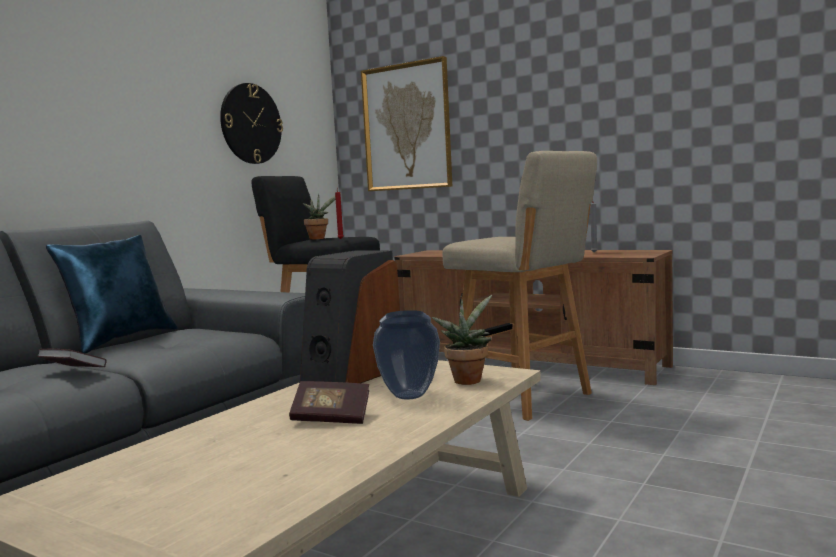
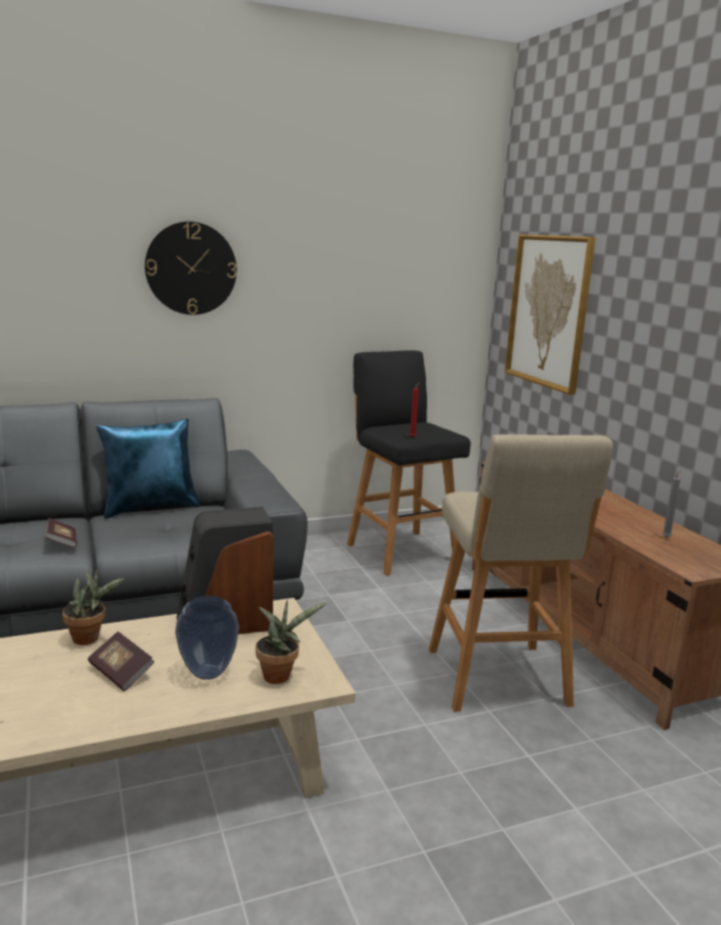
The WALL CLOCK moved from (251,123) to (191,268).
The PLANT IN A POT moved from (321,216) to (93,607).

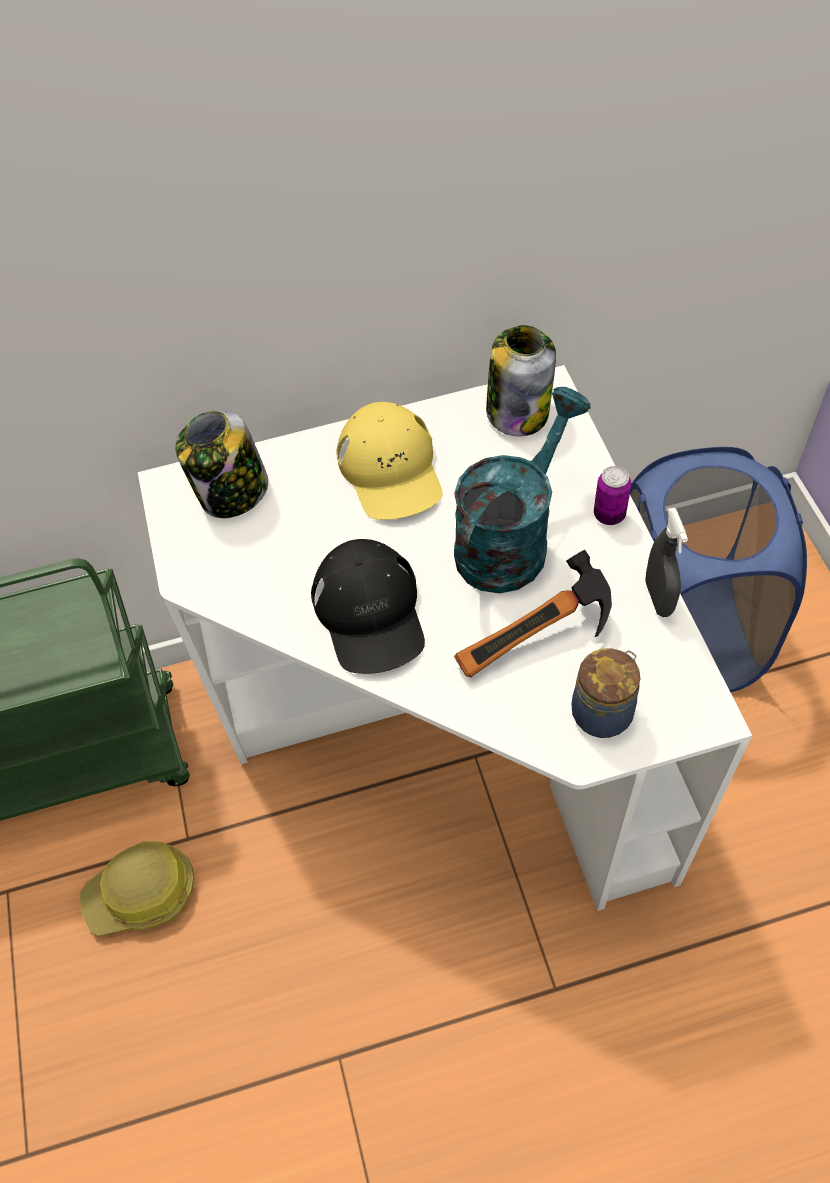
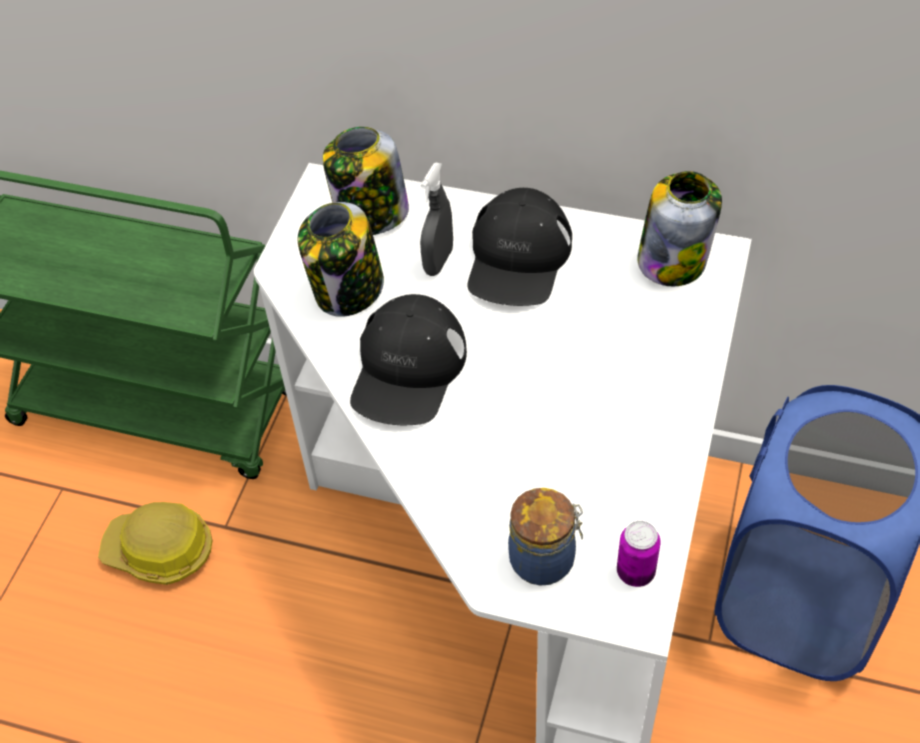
The YELLOW-COLOURED PEAKED CAP at (389,461) became the BLACK-COLOURED PEAKED CAP at (520,247).
The BLUE-GREEN WATERING POT at (522,490) disappeared.
The TOOL HAMMER at (533,613) disappeared.
The SEALED CAN moved from (612,495) to (639,554).
The GRAY SPRAYER moved from (666,562) to (436,219).
The PRESERVE JAR at (340,259) appeared.

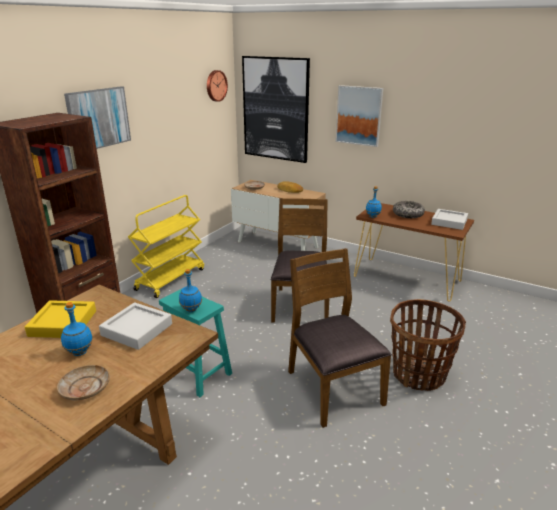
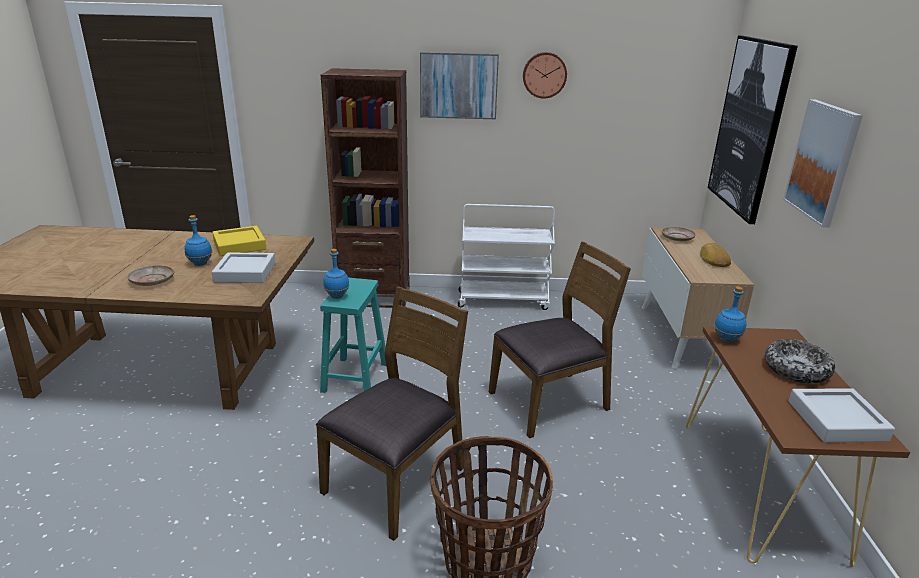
The YELLOW-COLOURED TROLLEY at (166,246) became the WHITE TROLLEY at (506,257).
The WALL CLOCK moved from (217,86) to (545,75).

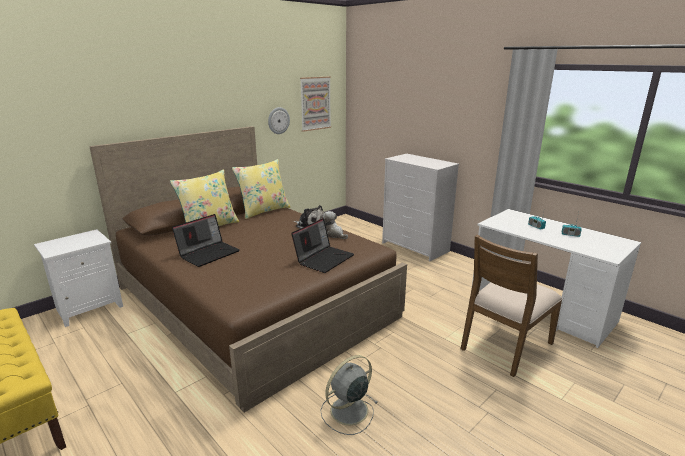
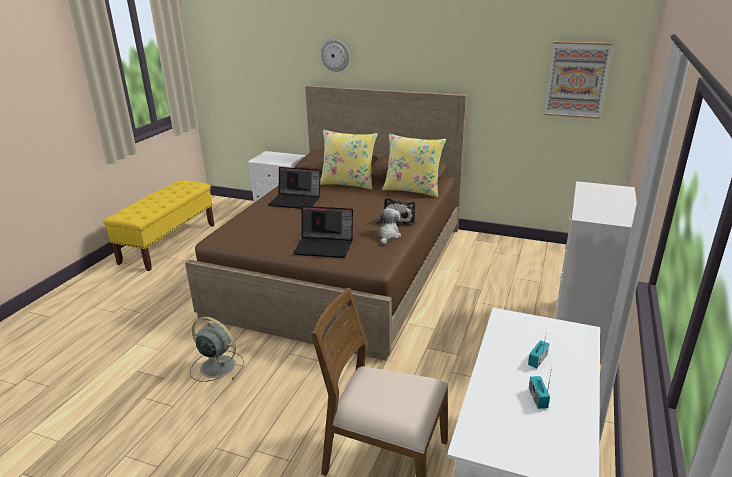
The WALL CLOCK moved from (279,120) to (335,55).

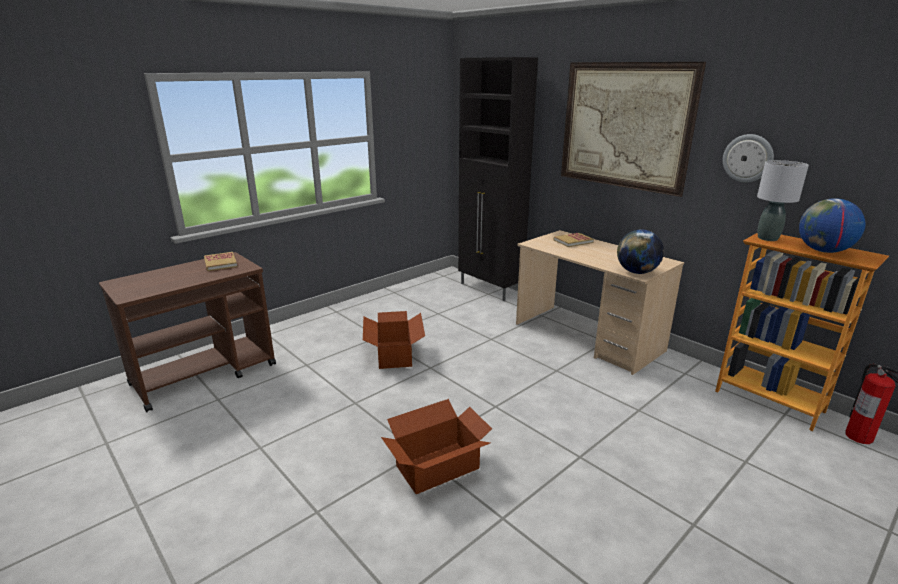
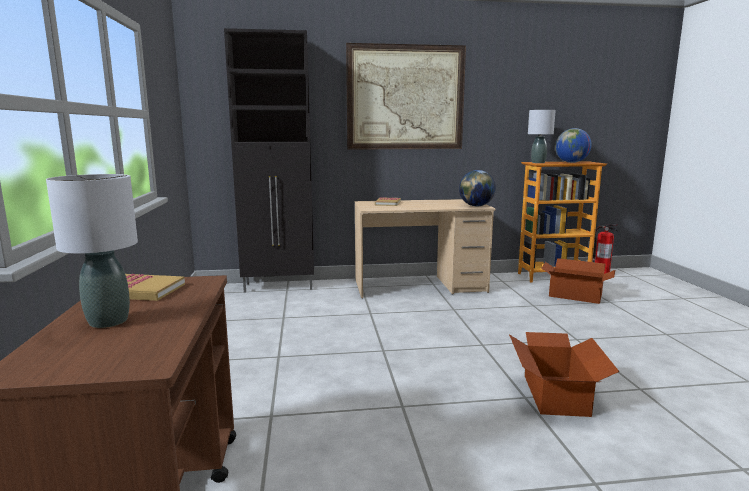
The CARDBOARD BOX moved from (394,340) to (578,281).
The WALL CLOCK at (748,158) disappeared.
The GRAY LAMP FOR A TABLE at (92,251) appeared.

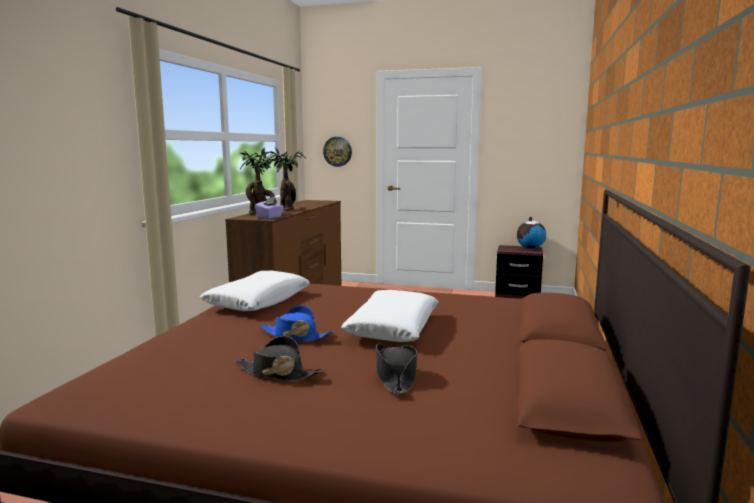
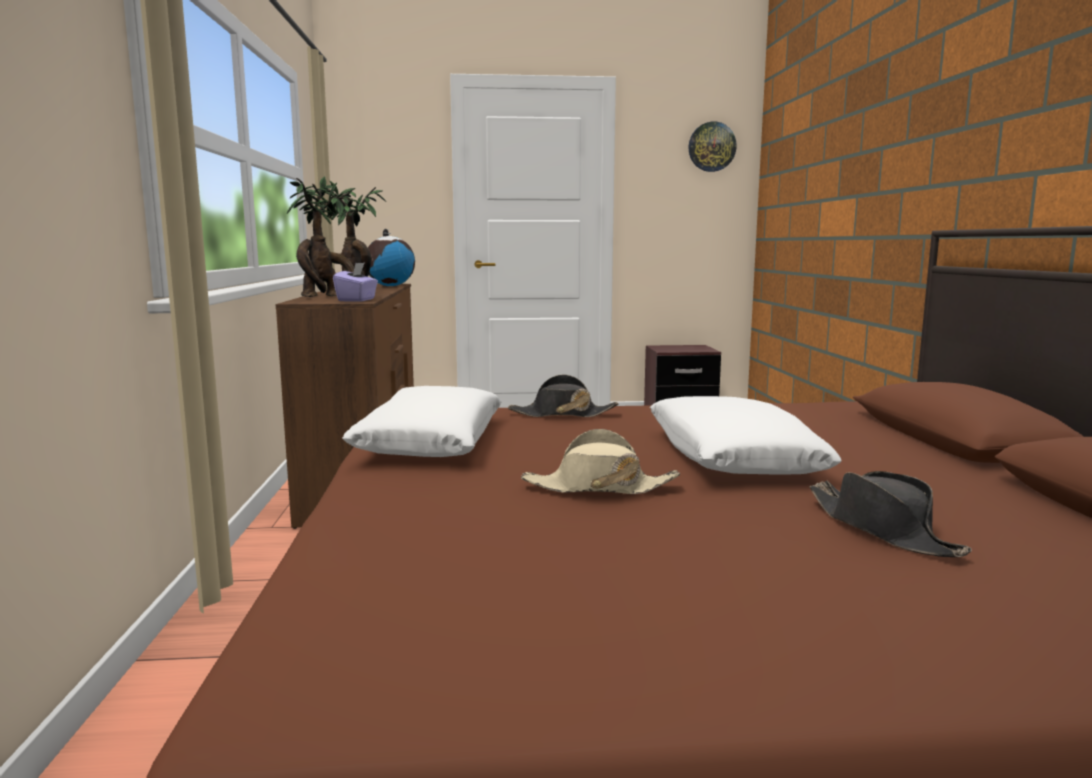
The BLACK-COLOURED HAT moved from (279,358) to (563,396).
The BLUE-COLOURED HAT at (297,323) became the SAND-COLOURED HAT at (600,461).
The WALL CLOCK moved from (337,152) to (713,146).
The GLOBE moved from (531,233) to (391,257).

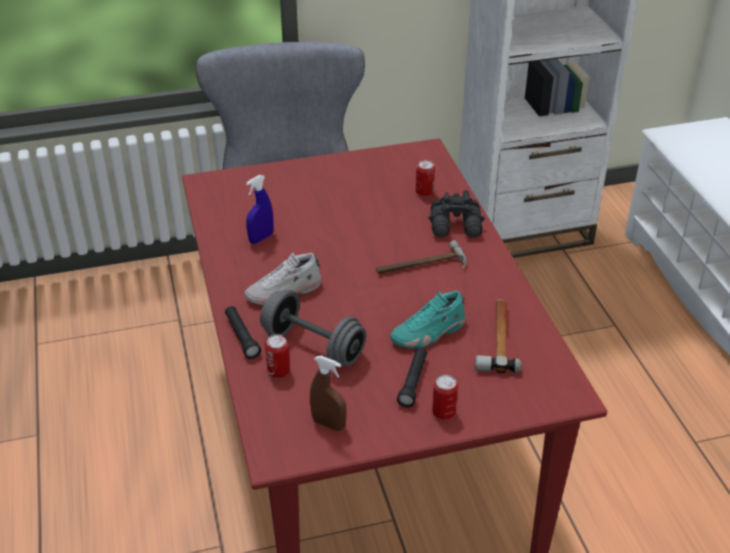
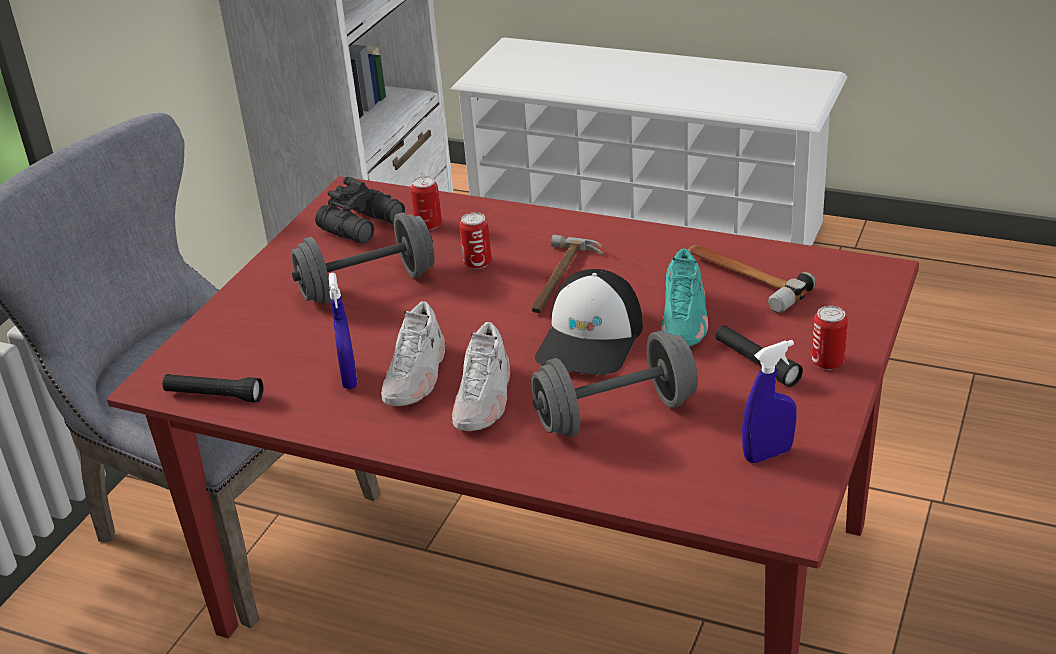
The BLACK-COLOURED HAND TORCH moved from (243,332) to (213,388).
The SEALED CAN moved from (277,356) to (475,240).
The BROWNISH SPRAYER at (328,393) became the BLUE-COLOURED SPRAYER at (769,401).
The BLACK-COLOURED FIELD GLASSES moved from (456,214) to (360,210).
The GRAY HAND WEIGHT at (363,258) appeared.
The WHITE LOW SHOE at (413,353) appeared.
The PEAKED CAP at (589,322) appeared.

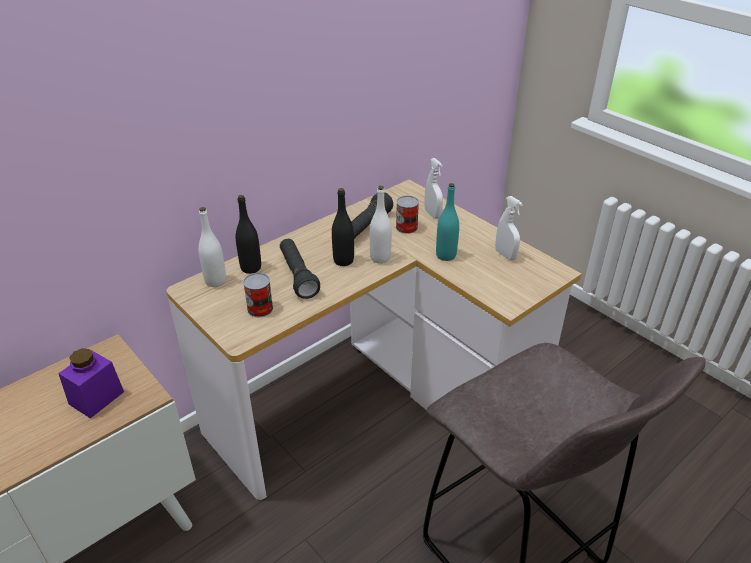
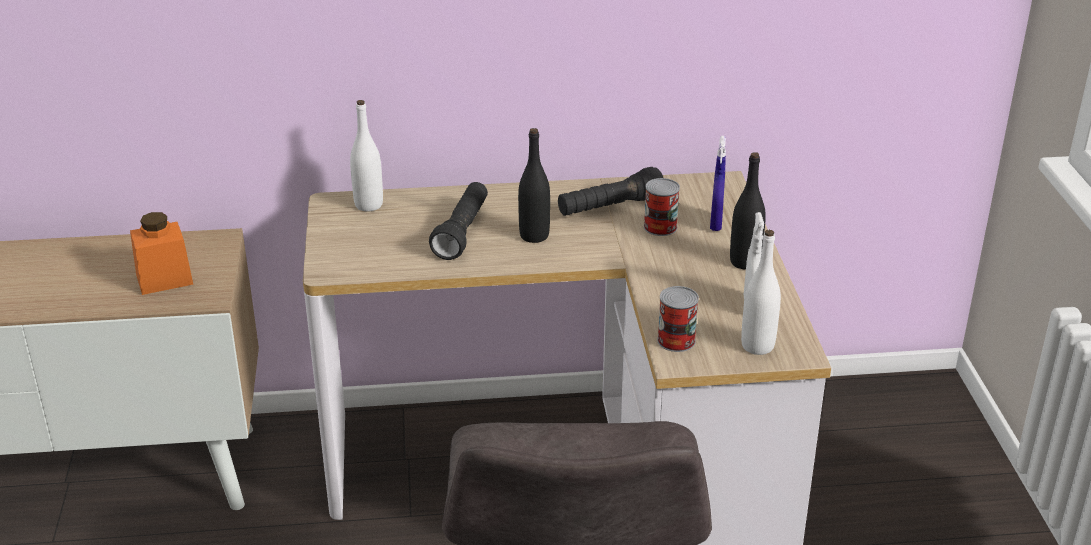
The PURPLE-COLOURED PRESERVE JAR at (91,383) became the ORANGE PRESERVE JAR at (161,253).
The BLACK-COLOURED BEVERAGE BOTTLE moved from (248,234) to (748,211).
The SEALED CAN moved from (258,295) to (678,319).
The WHITE BEVERAGE BOTTLE moved from (381,225) to (761,292).
The WHITE SPRAYER at (433,188) became the BLUE-COLOURED SPRAYER at (718,183).
The BLUE-GREEN BEVERAGE BOTTLE at (447,222) disappeared.

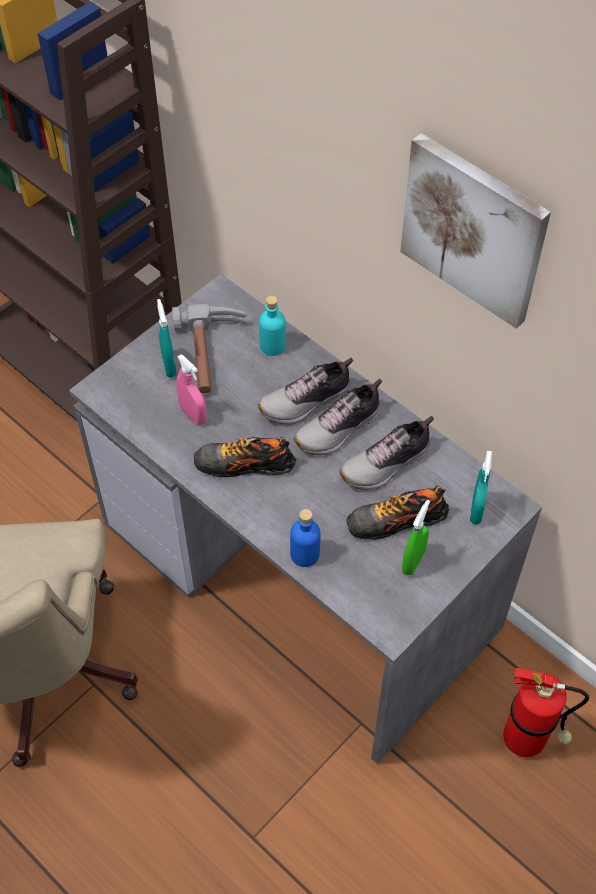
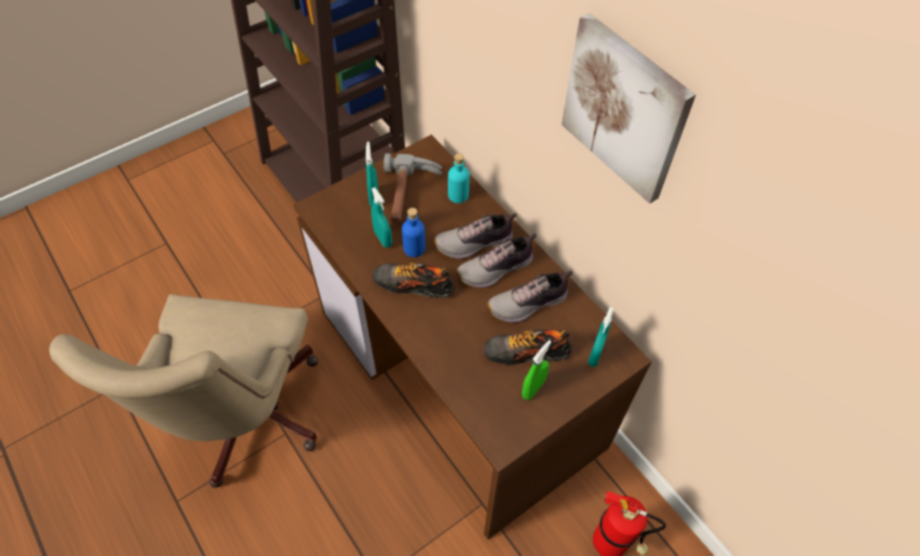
The GRAY DESK at (305,519) became the BROWNISH DESK at (472,337).
The PINK SPRAYER at (191,389) became the BLUE-GREEN SPRAYER at (381,217).
The BLUE-COLOURED BEVERAGE BOTTLE moved from (305,538) to (413,232).

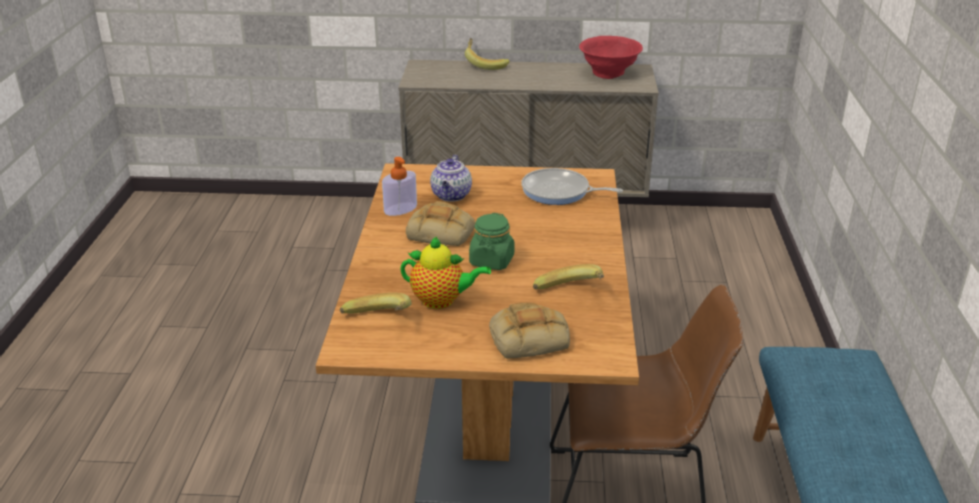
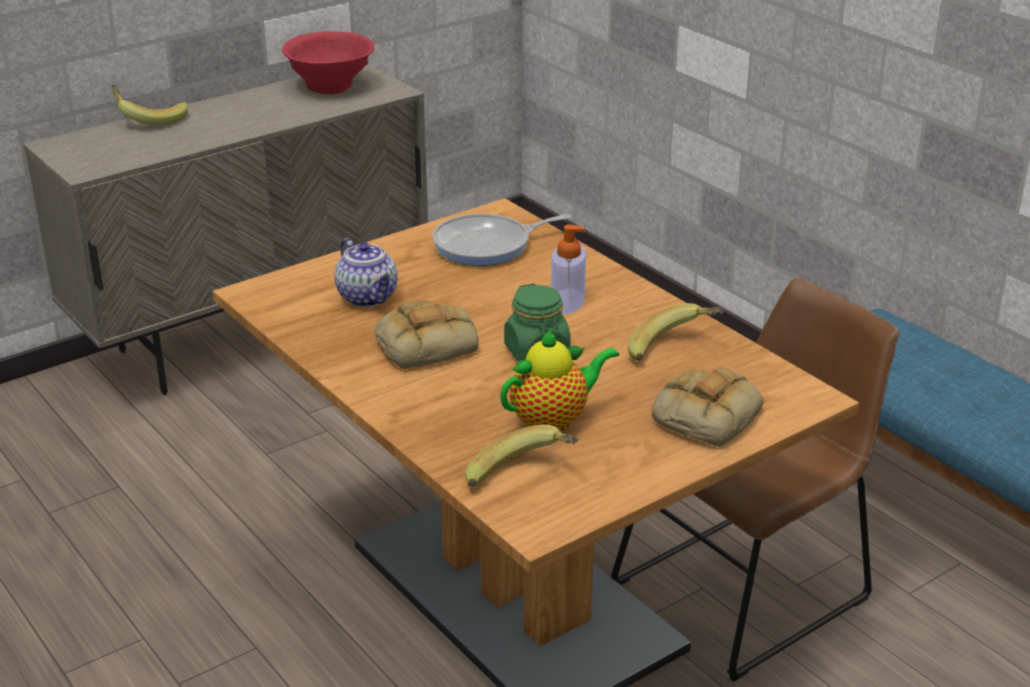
The SOAP BOTTLE moved from (399,186) to (568,269).

